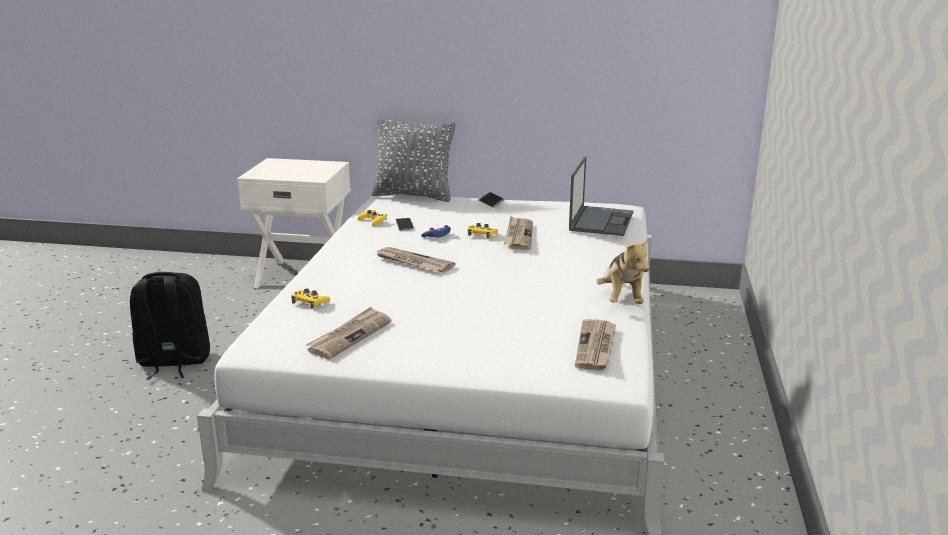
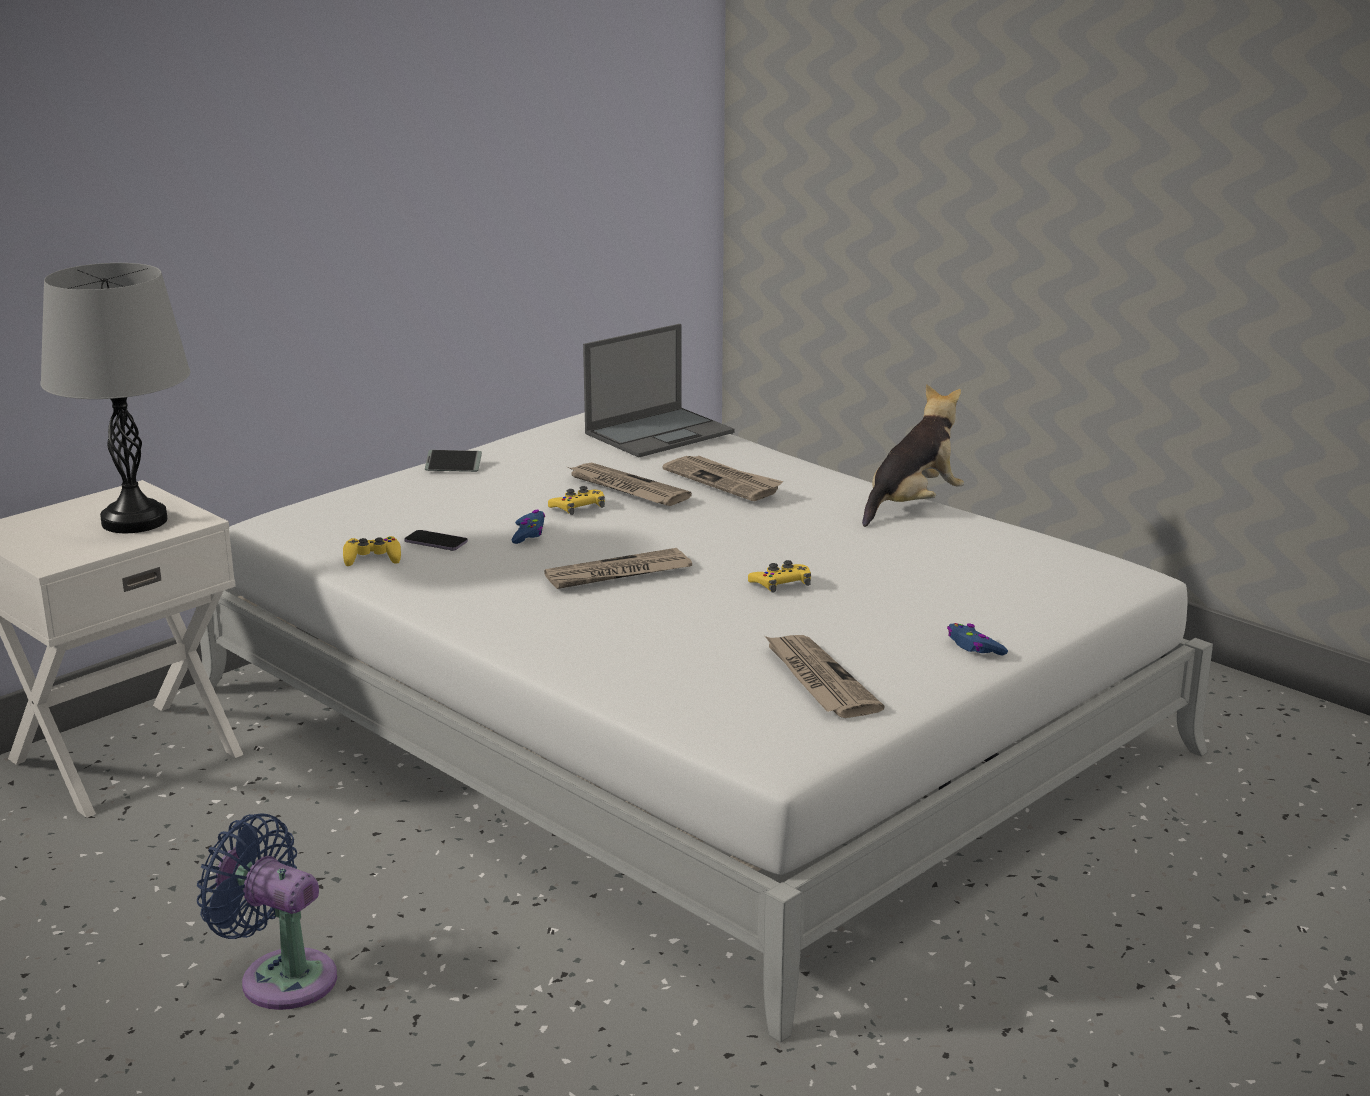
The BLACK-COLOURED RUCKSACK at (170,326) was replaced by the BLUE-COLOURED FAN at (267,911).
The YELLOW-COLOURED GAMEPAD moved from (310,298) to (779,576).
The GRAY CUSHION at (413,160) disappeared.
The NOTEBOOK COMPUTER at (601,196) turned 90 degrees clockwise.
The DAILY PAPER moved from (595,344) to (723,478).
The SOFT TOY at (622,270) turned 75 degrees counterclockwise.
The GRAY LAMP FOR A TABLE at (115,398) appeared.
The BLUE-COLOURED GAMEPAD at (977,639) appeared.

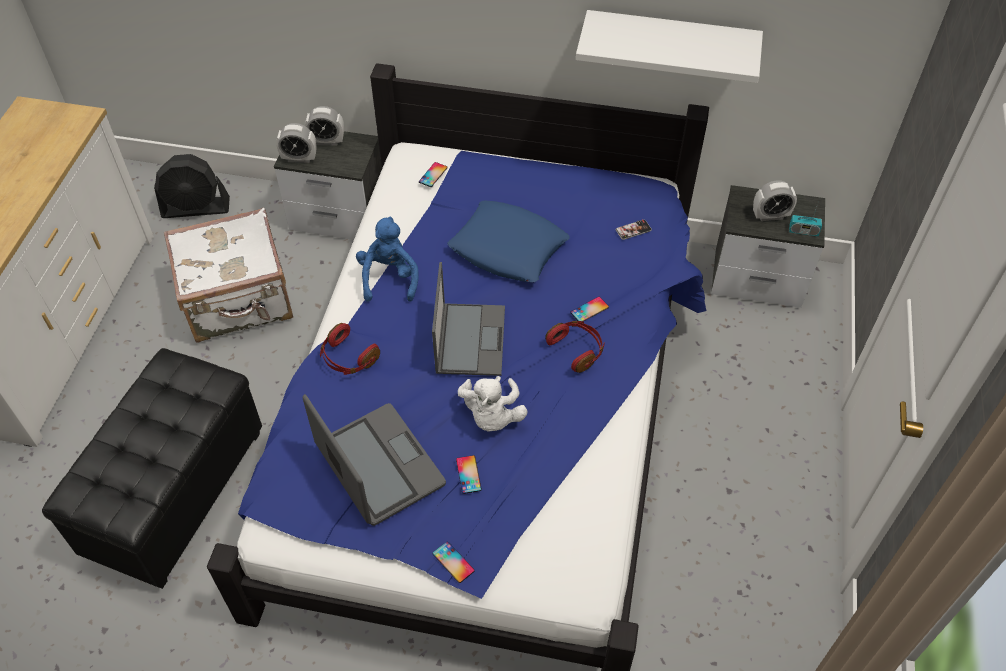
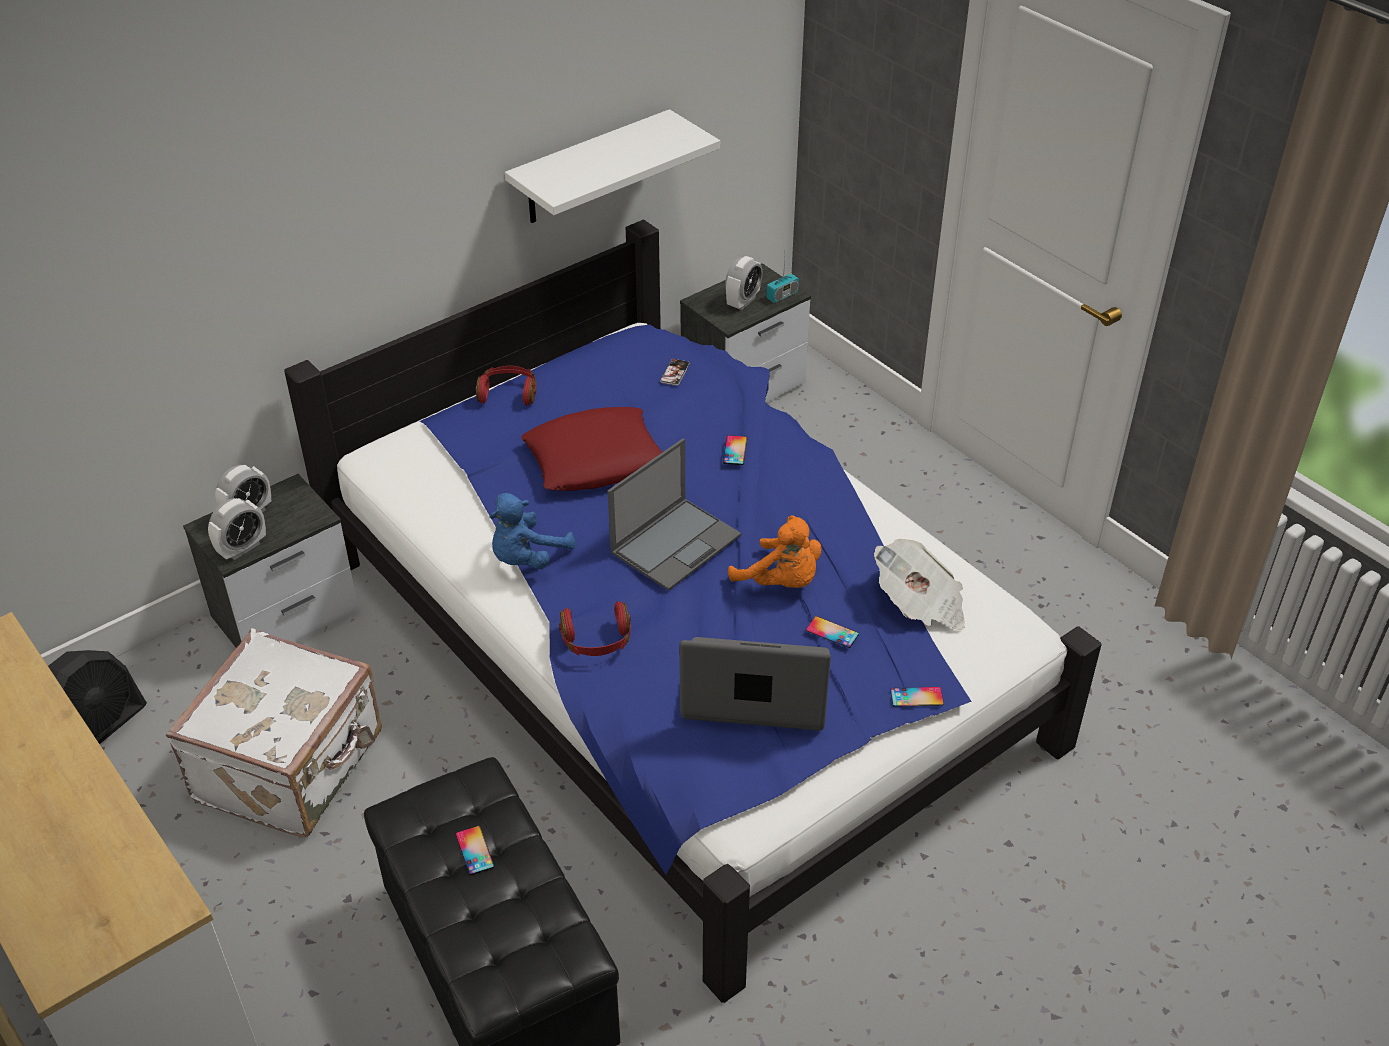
The BLUE-COLOURED SOFT TOY at (387,259) turned 90 degrees counterclockwise.
The HANDSET moved from (433,174) to (475,850).
The NOTEBOOK COMPUTER at (468,319) turned 90 degrees clockwise.
The BLUE-COLOURED CUSHION at (508,241) became the REDDISH CUSHION at (591,449).
The WHITE SOFT TOY at (493,403) became the ORANGE SOFT TOY at (775,551).
The REDDISH HEADSET moved from (575,347) to (506,385).
The DAILY PAPER at (919,584) appeared.

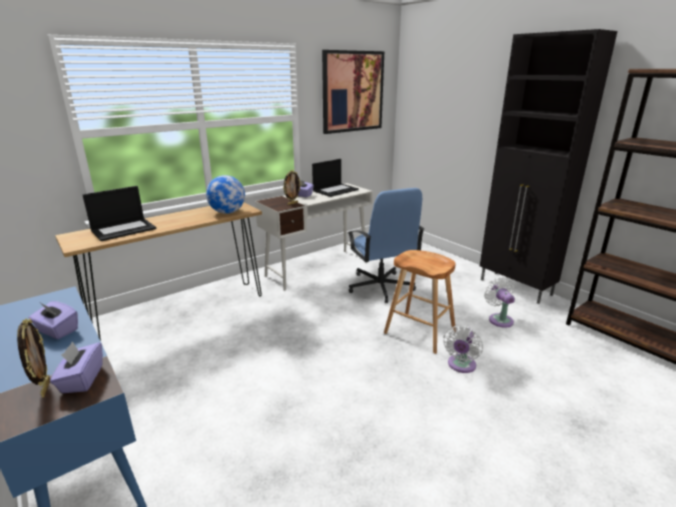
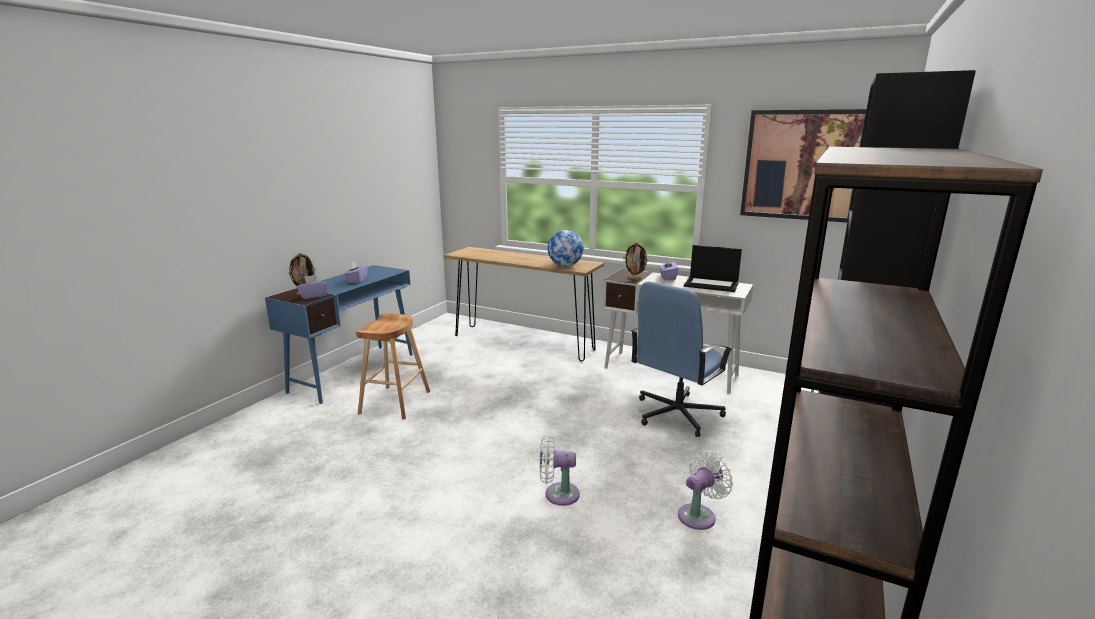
The NOTEBOOK COMPUTER at (120,213) disappeared.
The BROWNISH STOOL SEAT moved from (420,302) to (393,366).

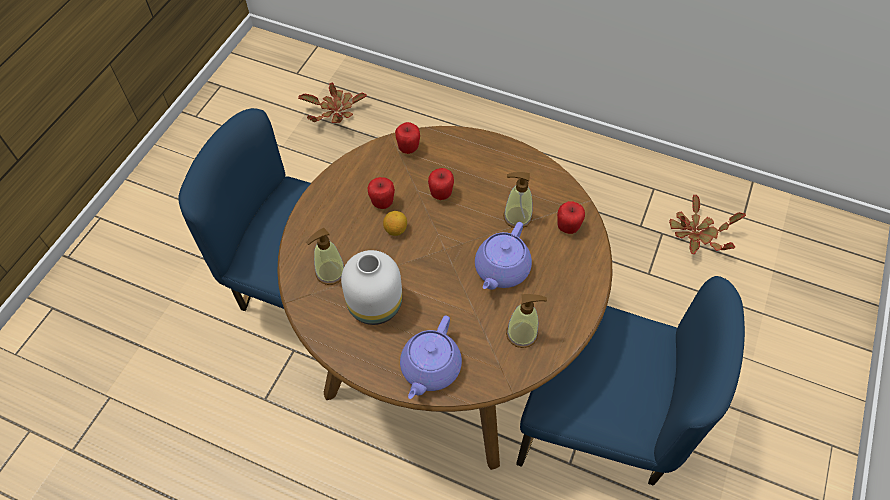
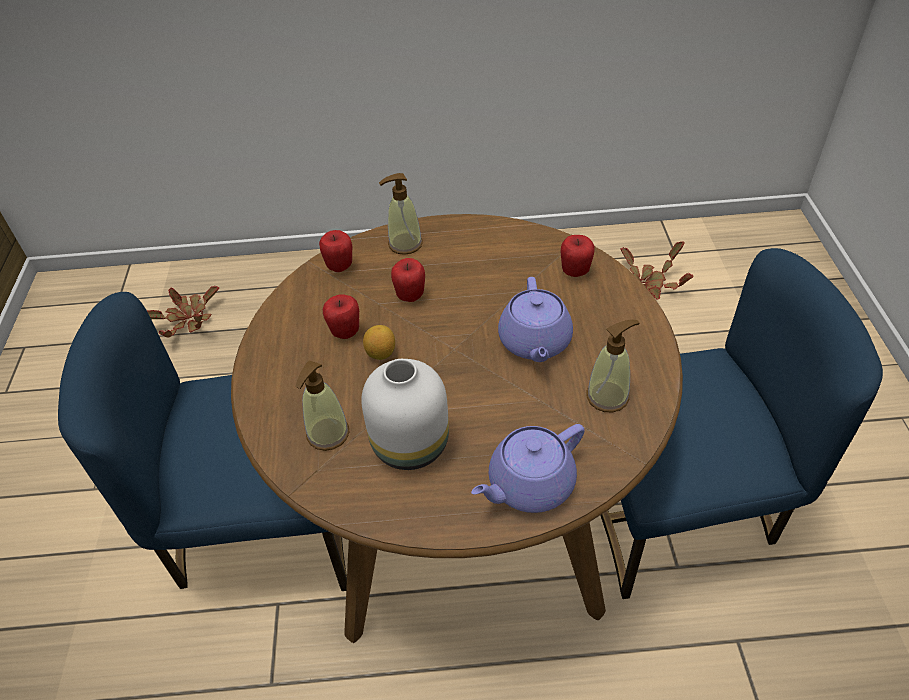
The PURPLE-COLOURED TEA POT at (431,357) turned 60 degrees clockwise.
The SOAP BOTTLE moved from (518,200) to (401,214).

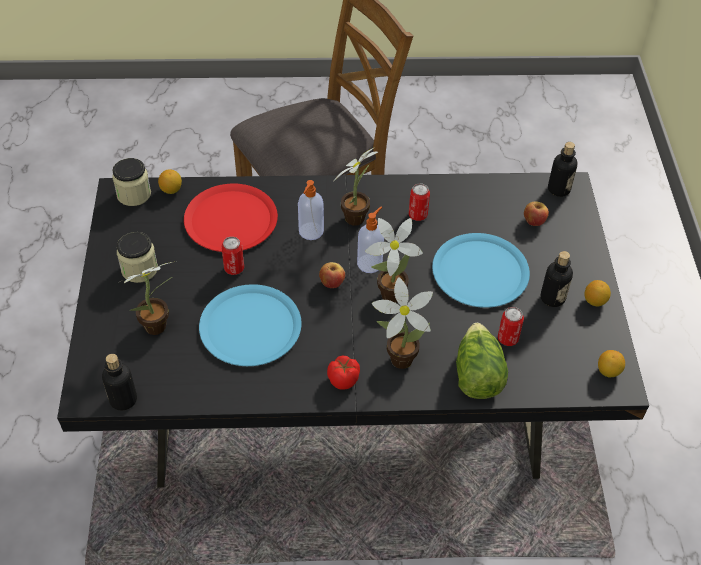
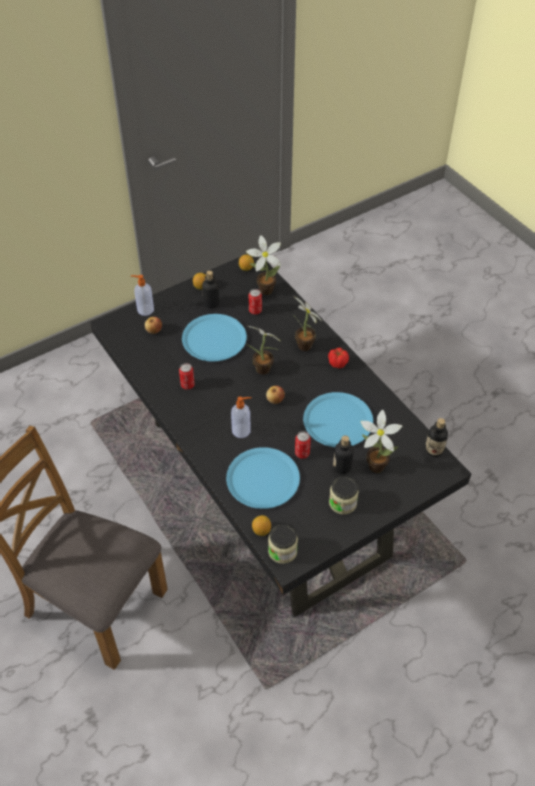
The REDDISH DINNER PLATE at (231,218) became the BLUE-COLOURED DINNER PLATE at (263,478).
The PLANT IN A POT moved from (355,186) to (263,265).
The SOAP BOTTLE moved from (370,240) to (142,295).
The HEAD OF LETTUCE at (482,361) disappeared.
The BEVERAGE BOTTLE moved from (563,169) to (343,454).

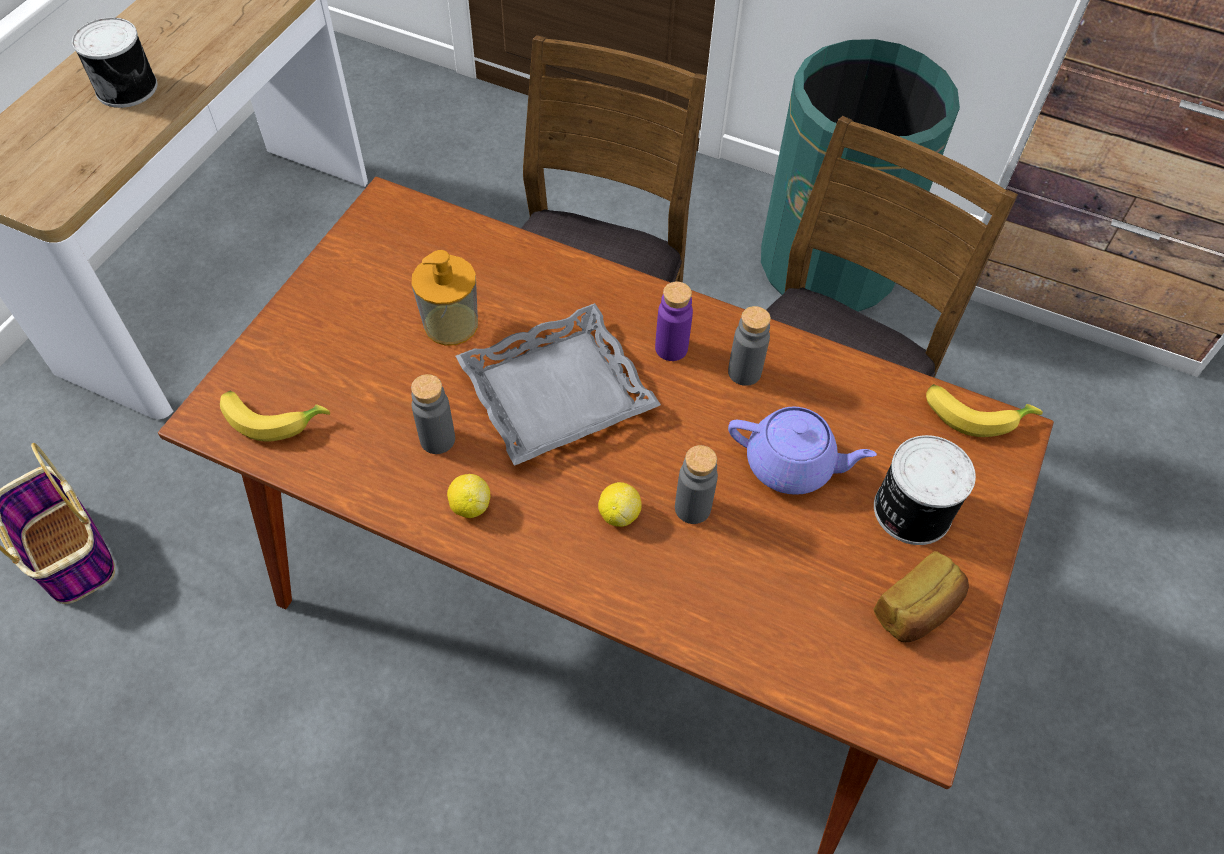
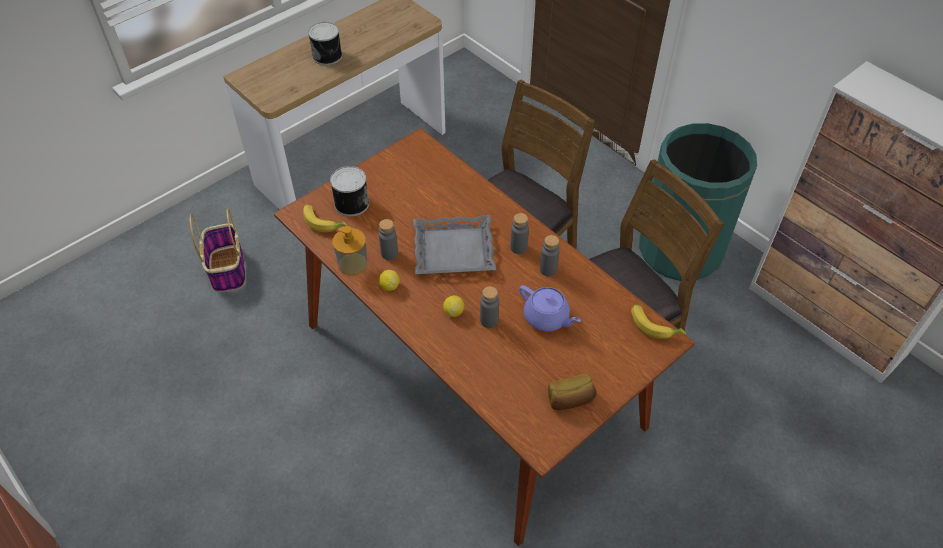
The SOAP BOTTLE moved from (445,298) to (349,250).
The PURPLE-COLOURED BEVERAGE BOTTLE at (674,321) became the GRAY BEVERAGE BOTTLE at (519,233).
The SEALED CAN moved from (925,490) to (349,191).

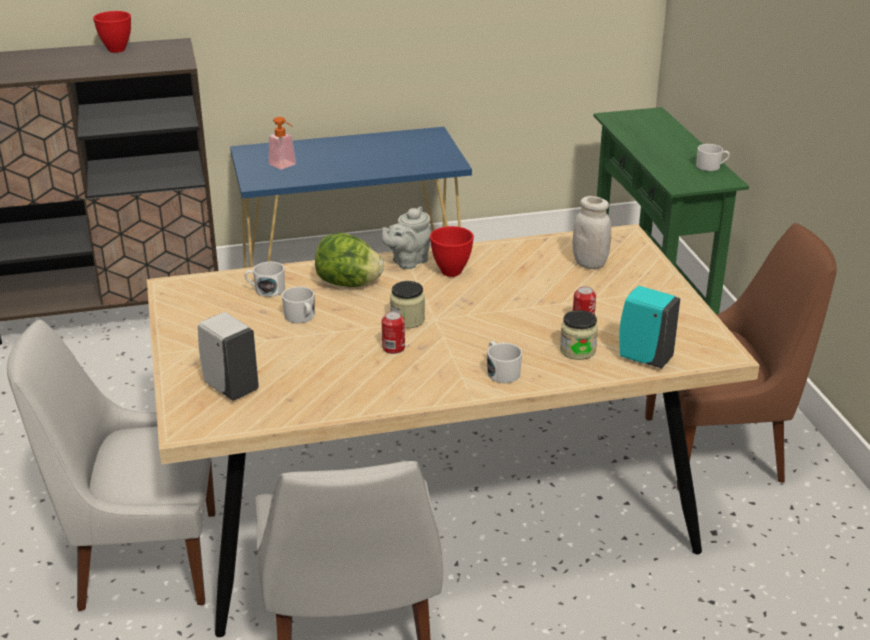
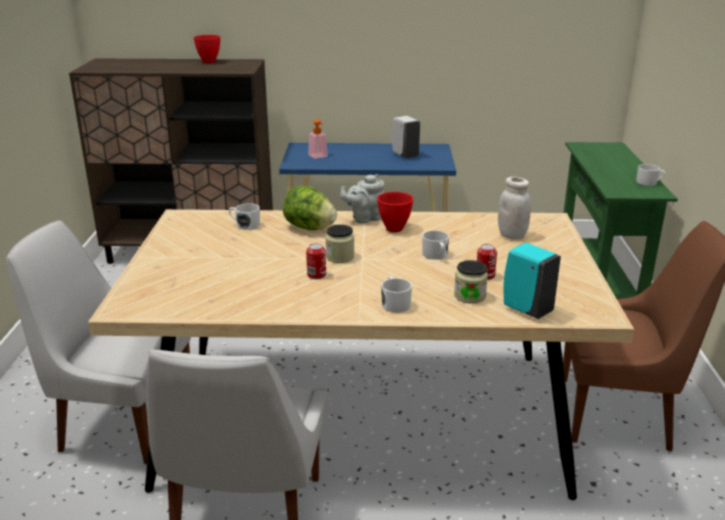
The WHITE SOAP BOTTLE moved from (228,356) to (406,137).
The WHITE TEA MUG moved from (298,304) to (435,245).

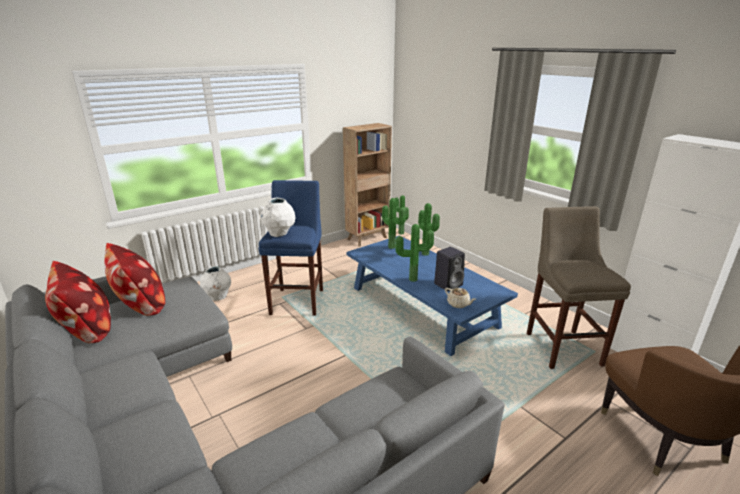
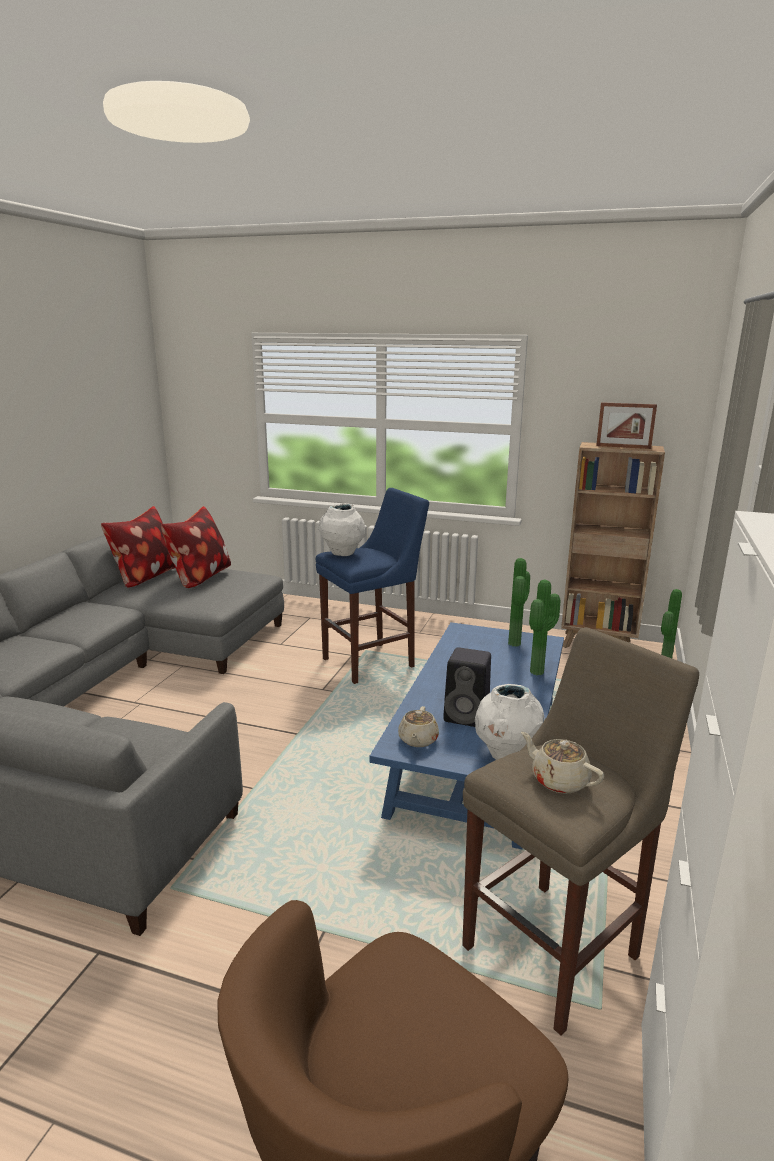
The WHITE VASE moved from (215,283) to (510,722).
The PLANT IN A POT at (414,253) disappeared.
The SAND-COLOURED TEA POT at (562,763) appeared.
The PHOTO FRAME at (626,425) appeared.

